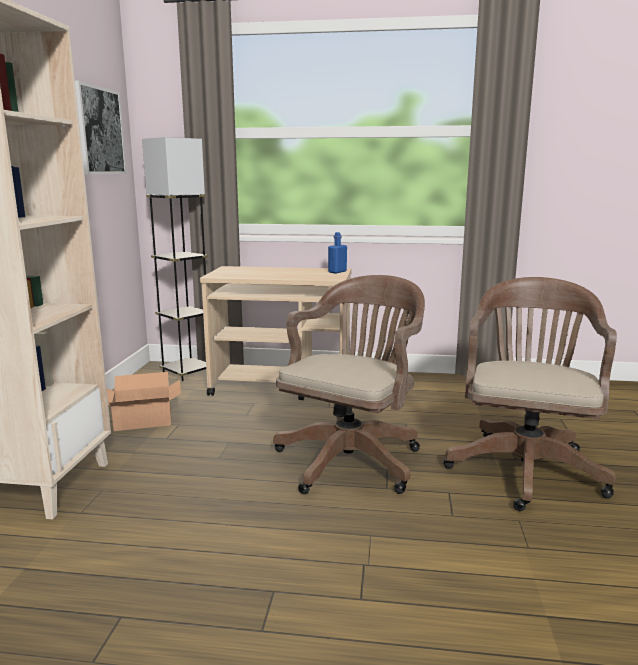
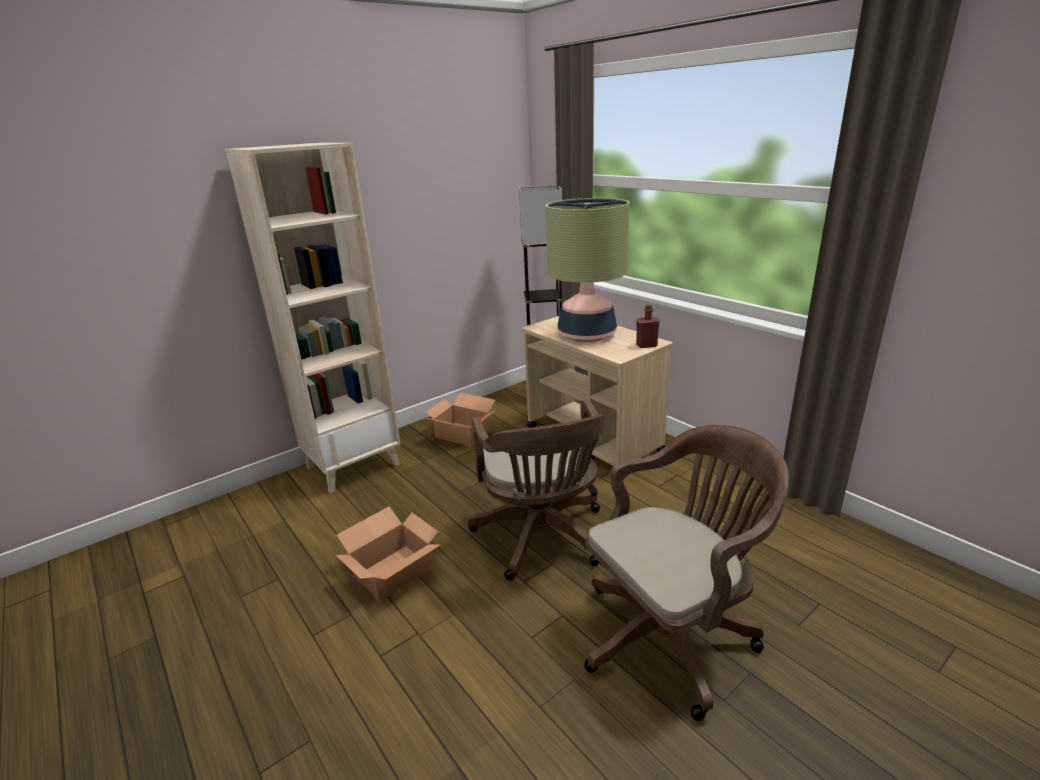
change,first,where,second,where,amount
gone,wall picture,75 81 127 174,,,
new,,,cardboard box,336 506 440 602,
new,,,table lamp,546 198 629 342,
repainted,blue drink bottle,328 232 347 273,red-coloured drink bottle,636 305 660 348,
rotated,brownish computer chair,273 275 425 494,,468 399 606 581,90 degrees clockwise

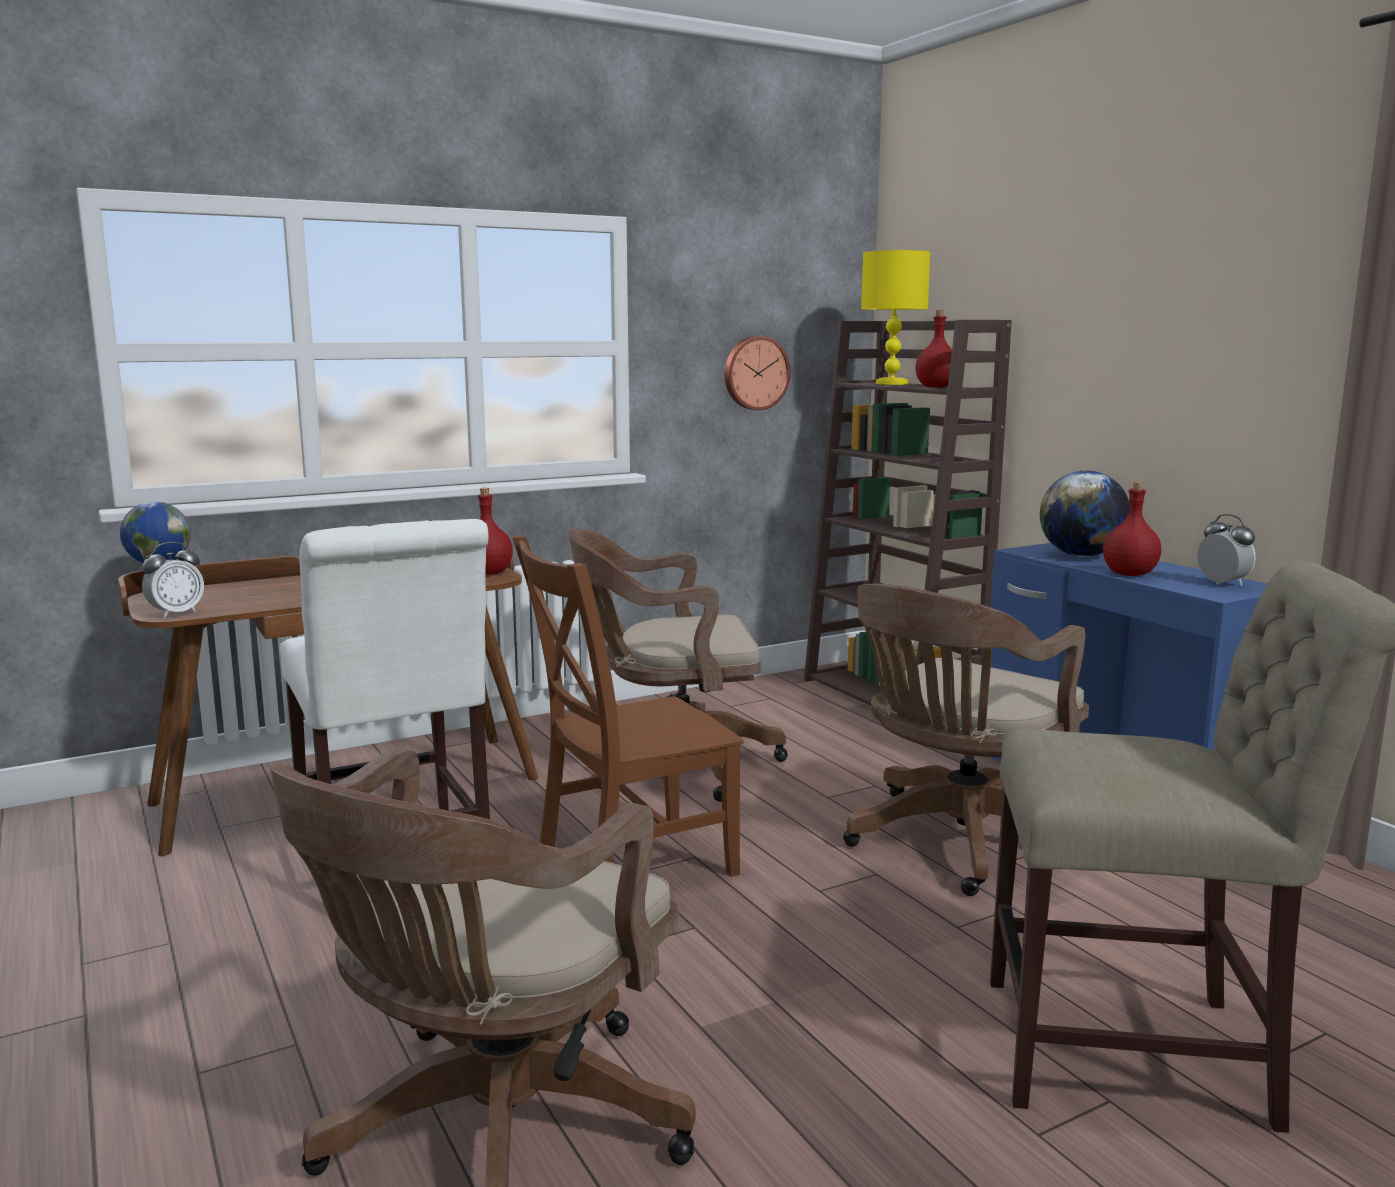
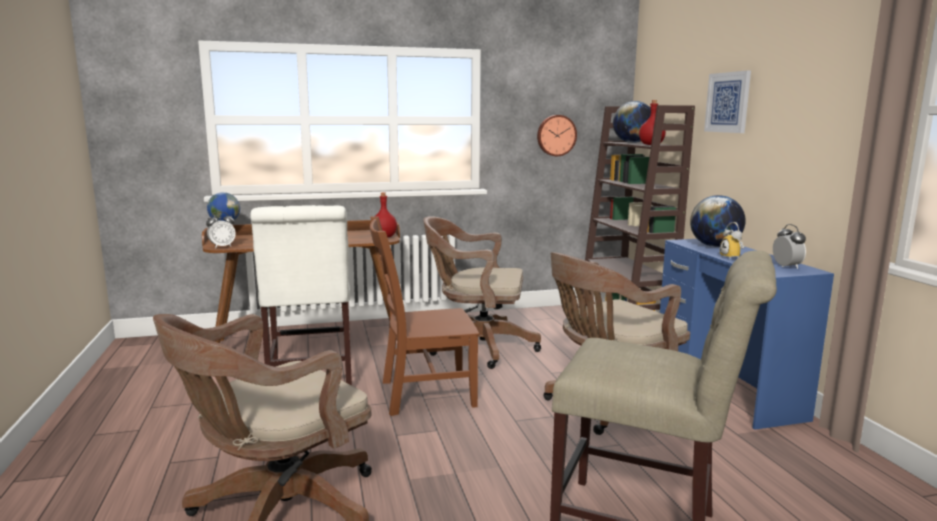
change,first,where,second,where,amount
new,,,wall picture,704 70 751 133,
swapped,yellow table lamp,861 250 930 385,world globe,613 101 651 143,
swapped,red-coloured drink bottle,1103 482 1161 576,table clock,720 222 744 260,

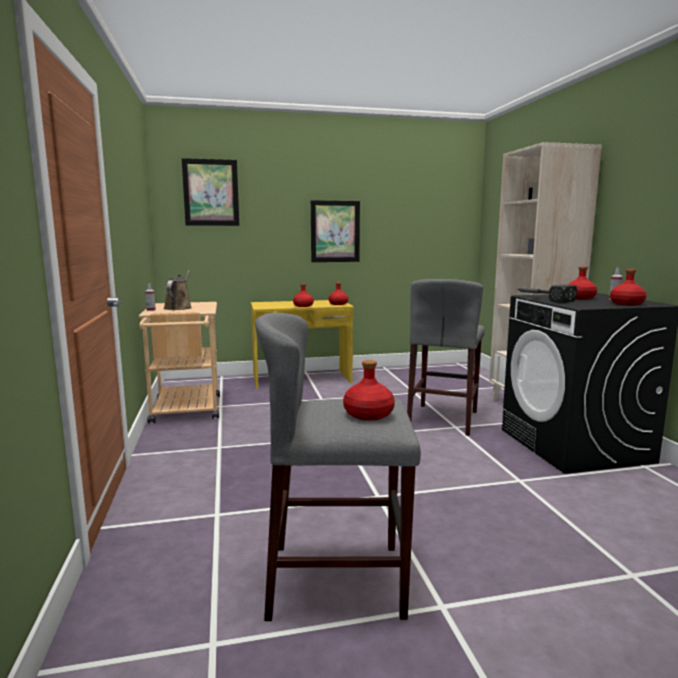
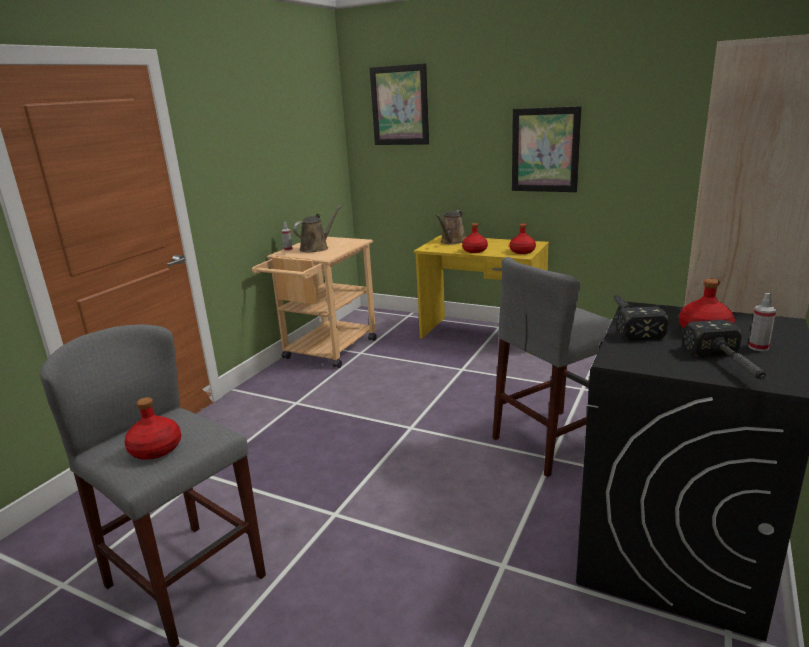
change,first,where,second,where,amount
new,,,brownish watering pot,436 210 466 244,
swapped,red-coloured drink bottle,610 269 647 305,hammer,682 320 769 380,

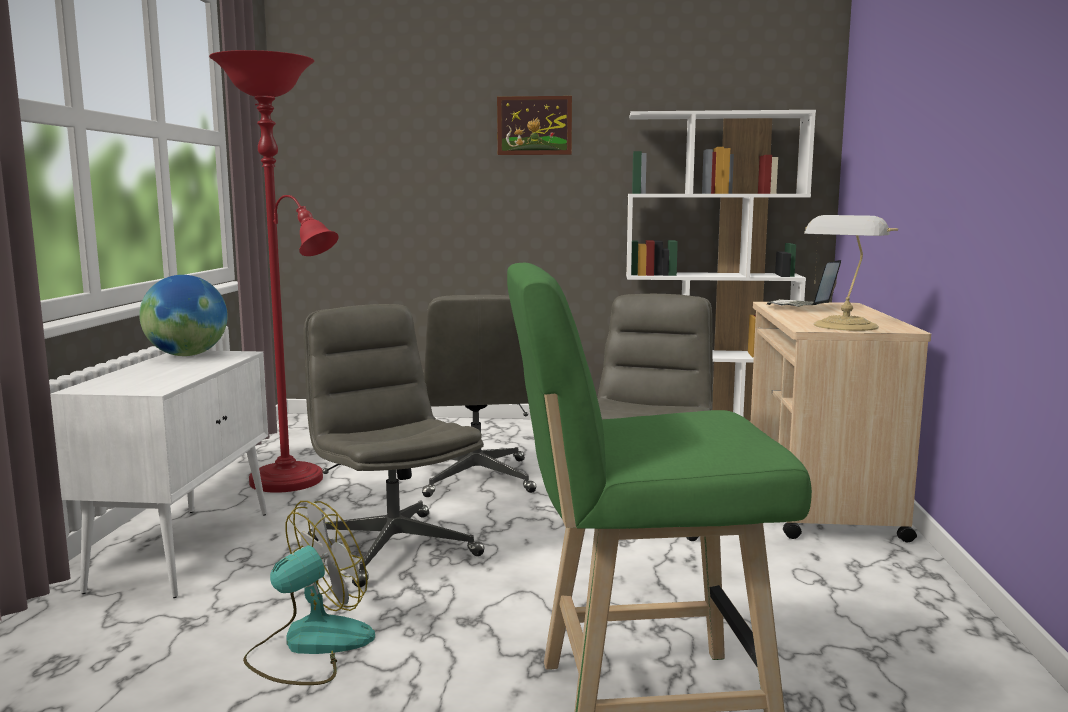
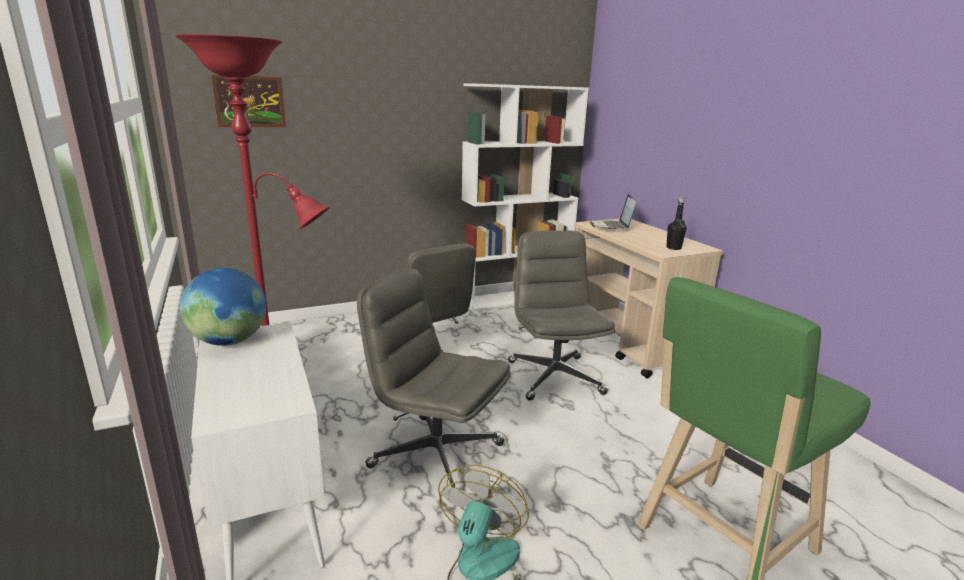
change,first,where,second,where,amount
shifted,wall picture,497 96 572 155,,211 74 286 127,
swapped,table lamp,804 215 898 331,black-coloured drink bottle,666 197 686 250,

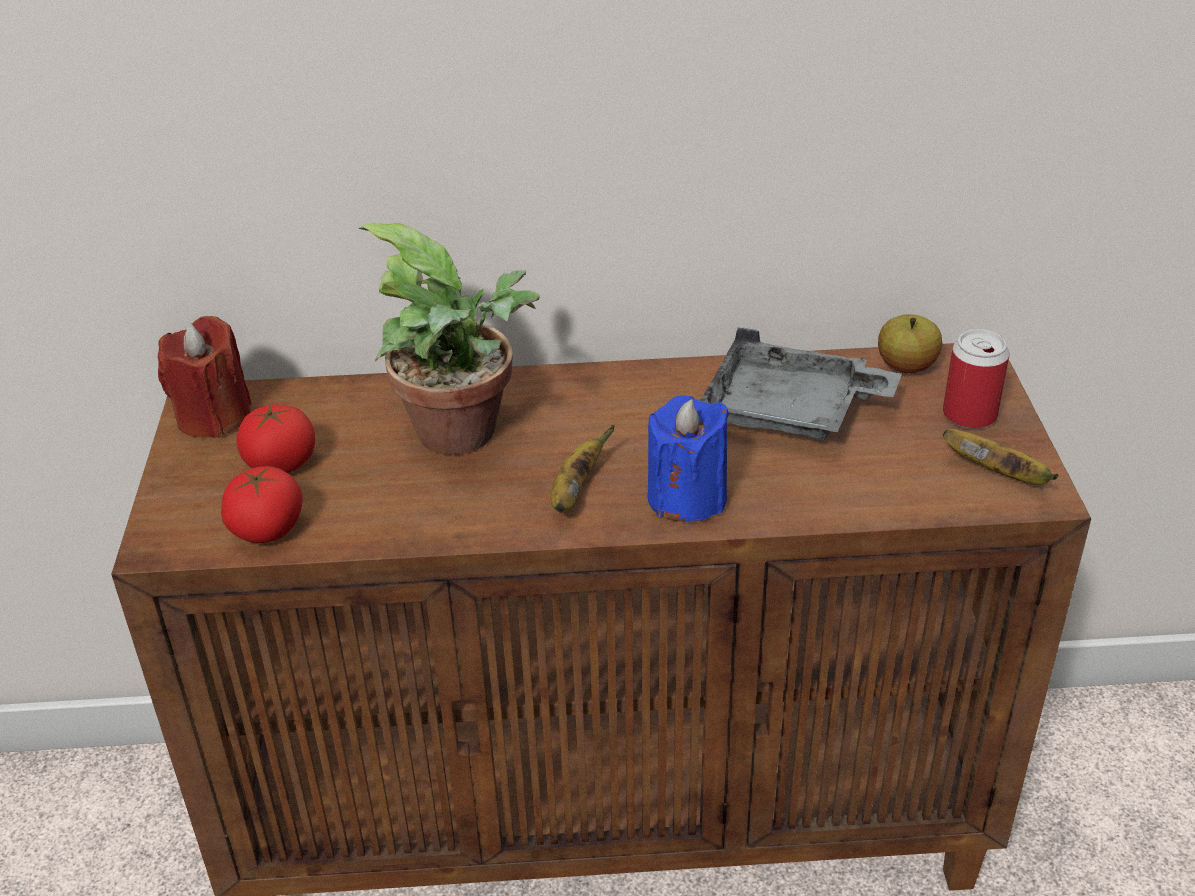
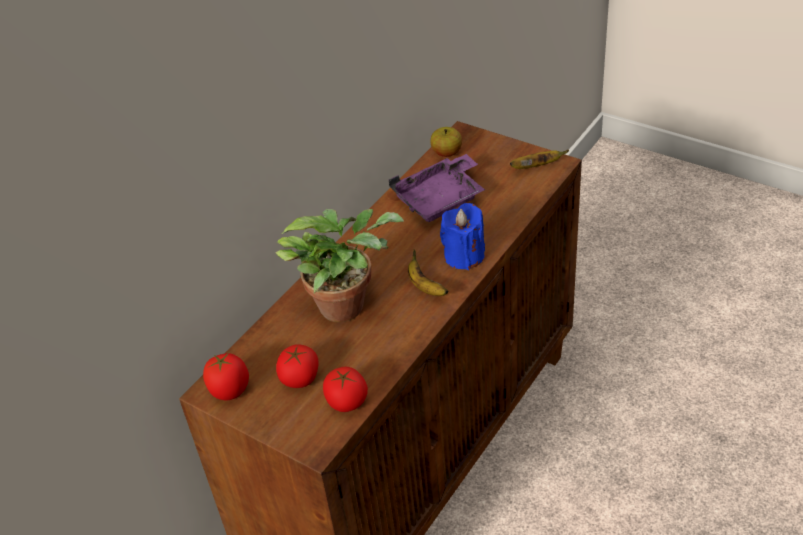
change,first,where,second,where,amount
gone,can,943 329 1009 429,,,
swapped,red-coloured candle,158 316 251 438,whole tomato,203 353 249 401,
repainted,greyish serving tray,700 327 902 441,purplish serving tray,389 154 485 222,

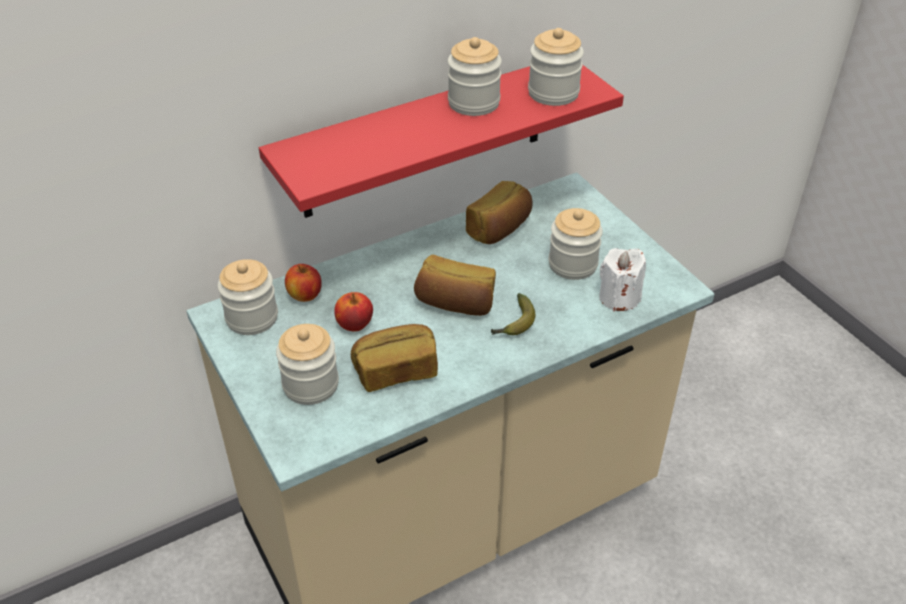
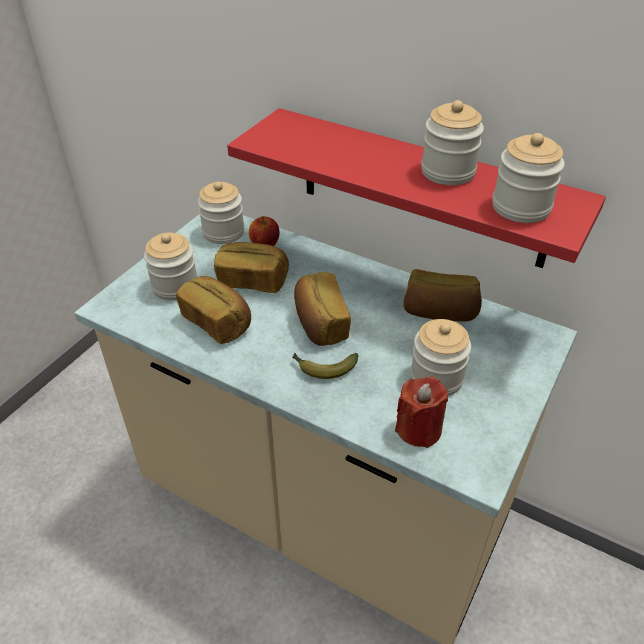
change,first,where,second,where,amount
swapped,apple,334 292 373 331,bakery bread,214 242 289 293,
repainted,white-coloured candle,599 248 646 311,red-coloured candle,395 376 448 448,

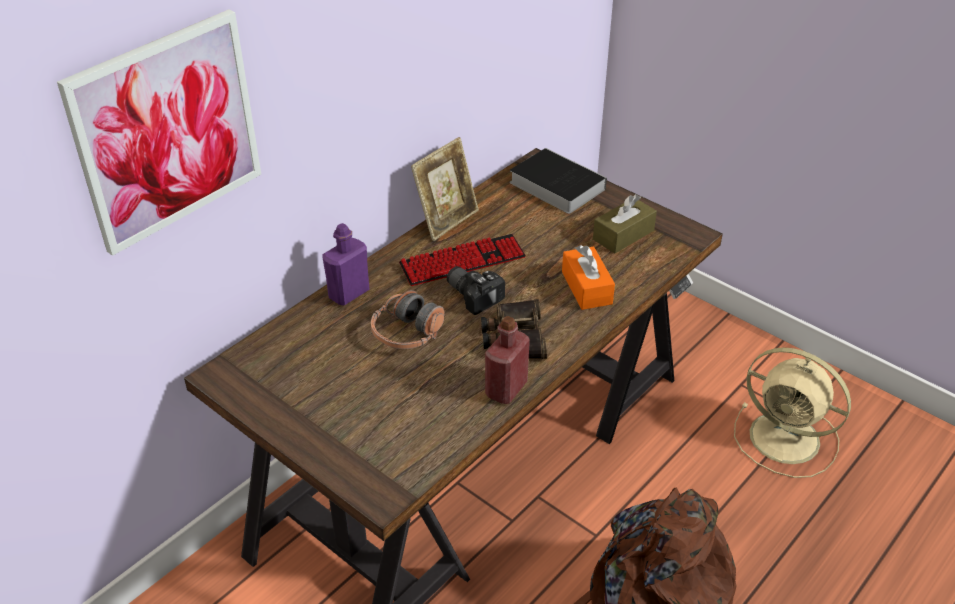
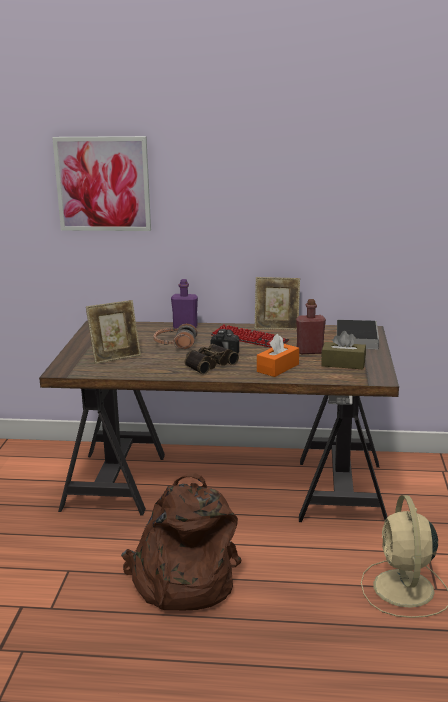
change,first,where,second,where,amount
new,,,picture frame,86 300 141 364,
shifted,red-coloured drink bottle,485 316 530 404,,296 299 326 354,

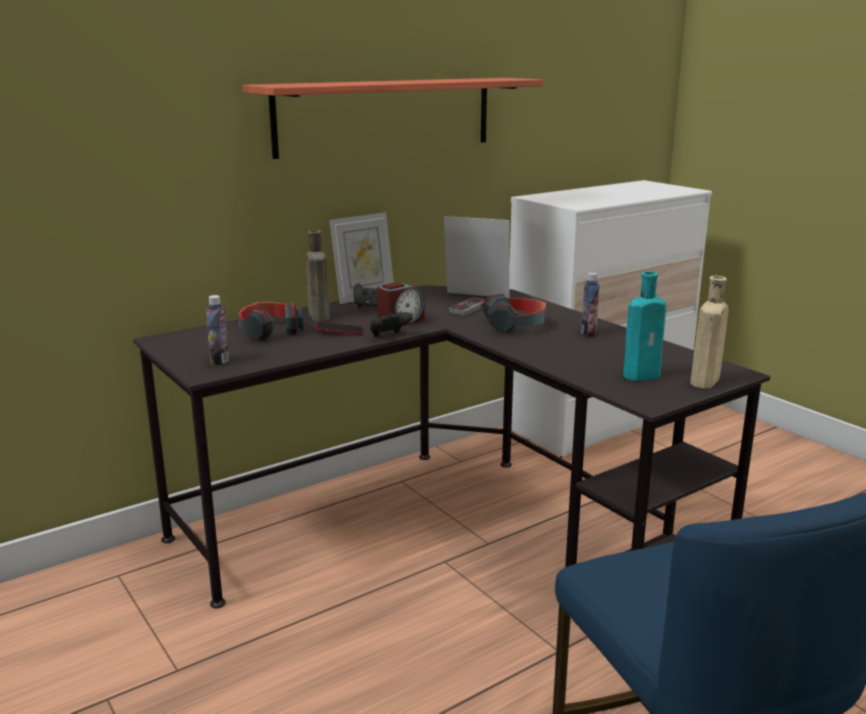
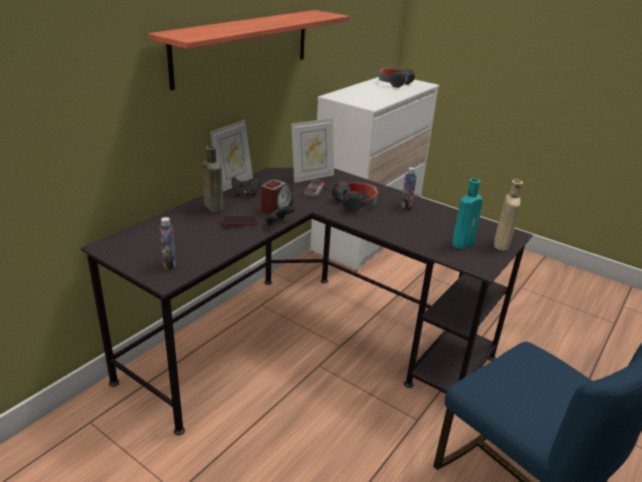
change,first,where,second,where,amount
shifted,pair of headphones,238 302 303 341,,379 68 415 88,
rotated,picture frame,444 216 510 298,,291 118 334 183,150 degrees clockwise

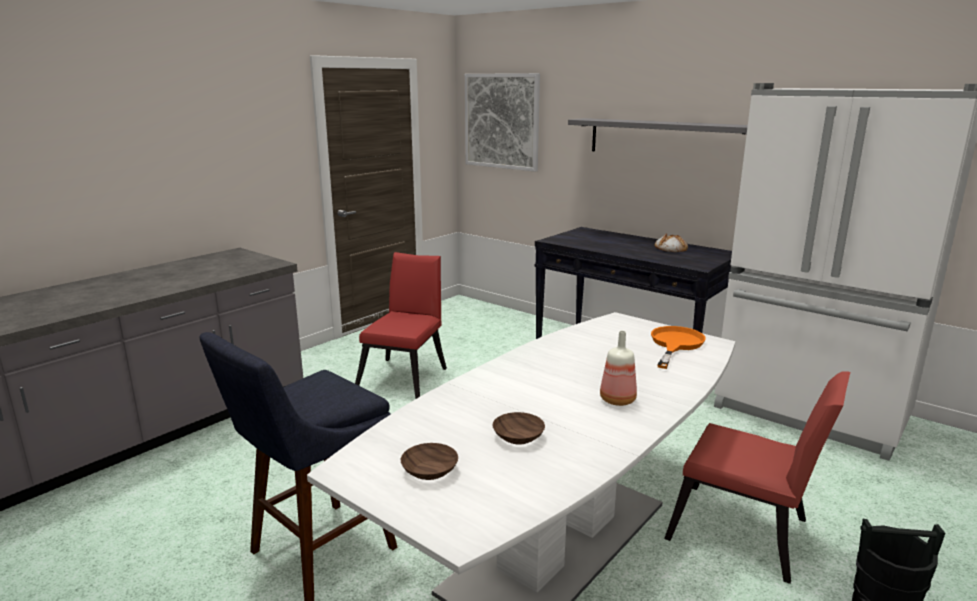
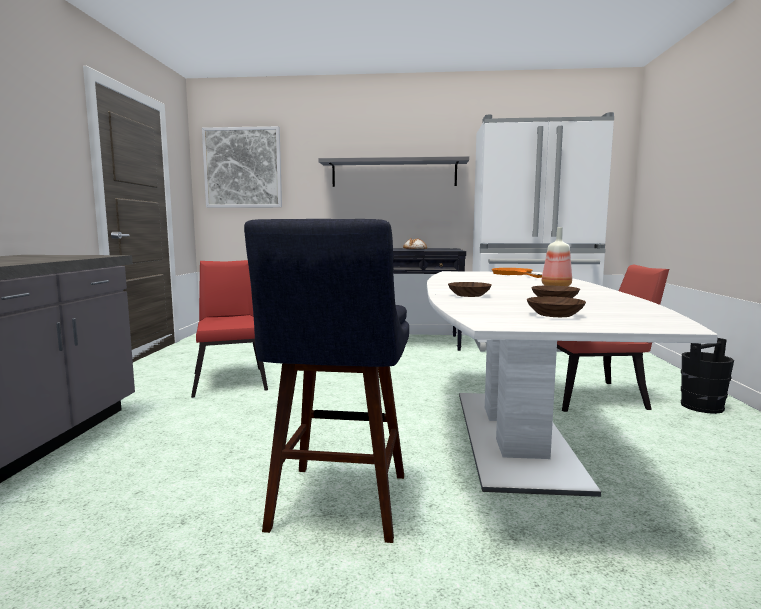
change,first,where,second,where,amount
new,,,brownish serving bowl,448 282 492 297,

